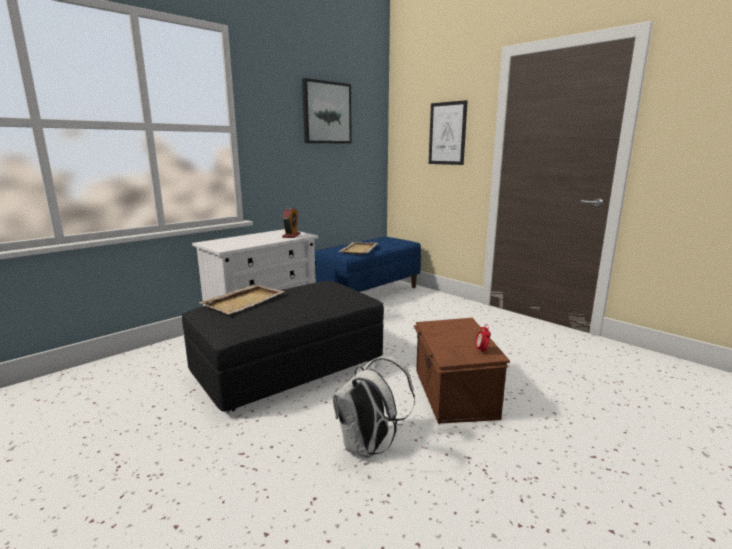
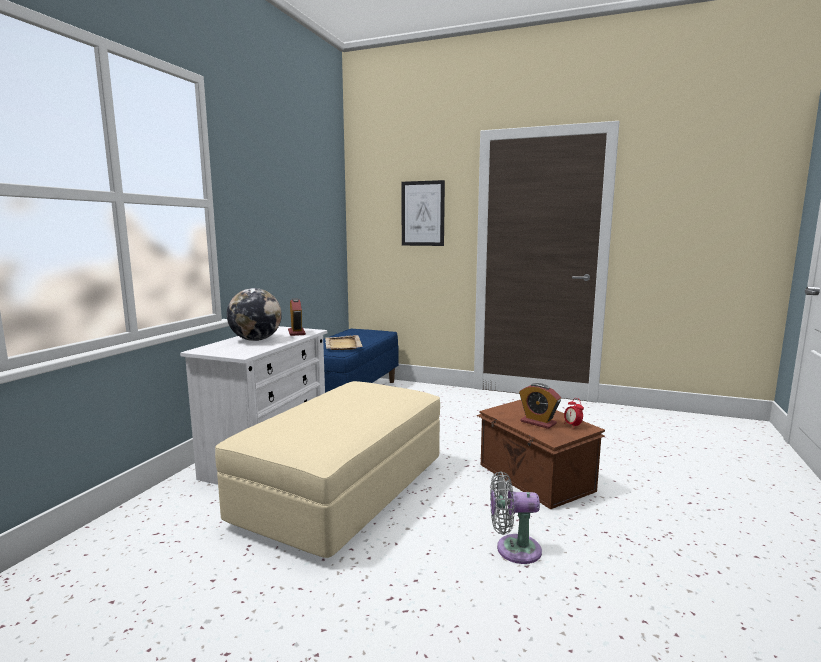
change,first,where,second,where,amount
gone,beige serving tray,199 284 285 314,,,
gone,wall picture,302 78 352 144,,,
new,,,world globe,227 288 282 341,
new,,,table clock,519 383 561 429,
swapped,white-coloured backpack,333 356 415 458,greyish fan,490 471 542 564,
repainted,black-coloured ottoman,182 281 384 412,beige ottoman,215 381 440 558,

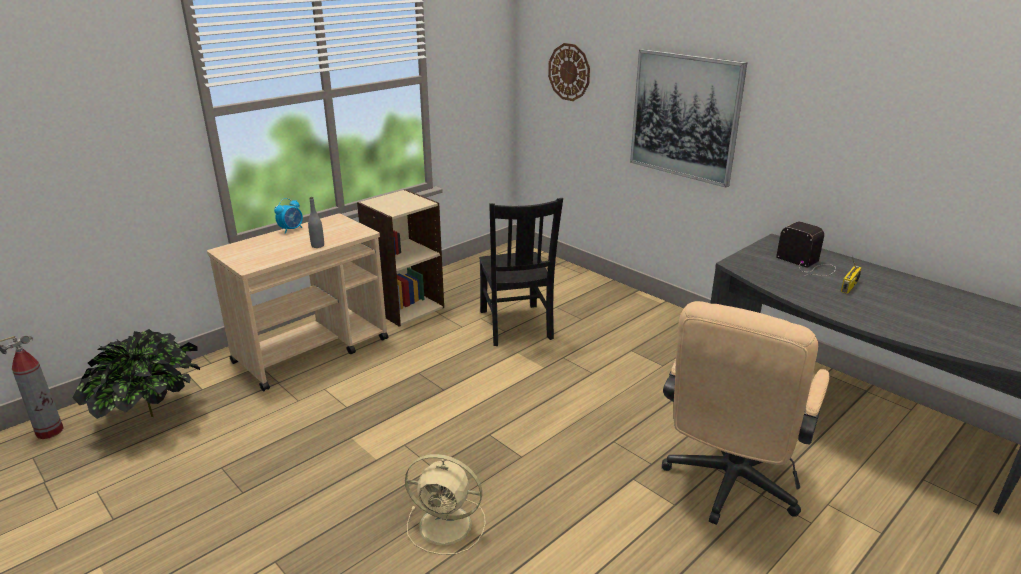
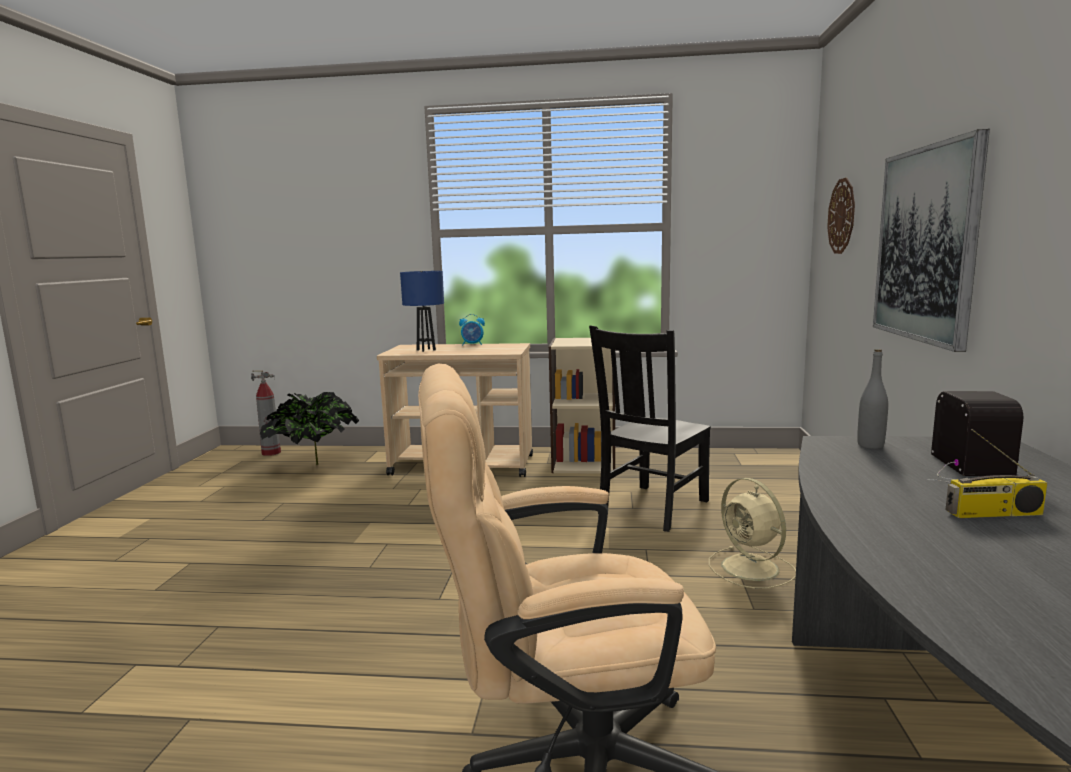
change,first,where,second,where,amount
new,,,blue table lamp,400 271 444 352,
shifted,greyish drink bottle,308 197 324 248,,857 349 888 449,
shifted,beige fan,405 454 486 555,,709 478 796 589,

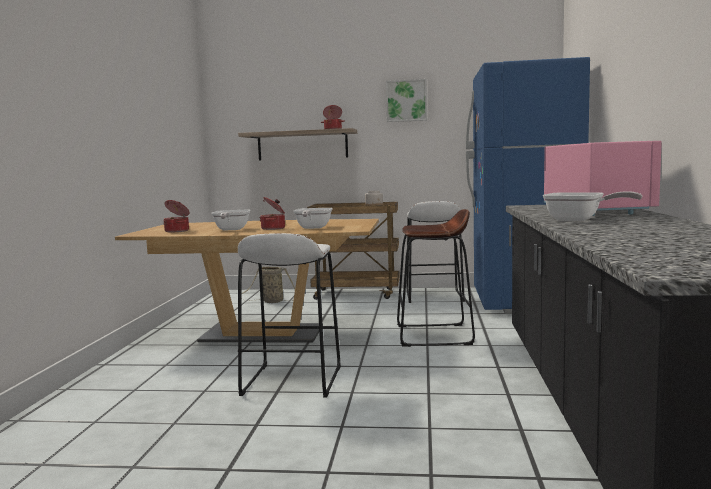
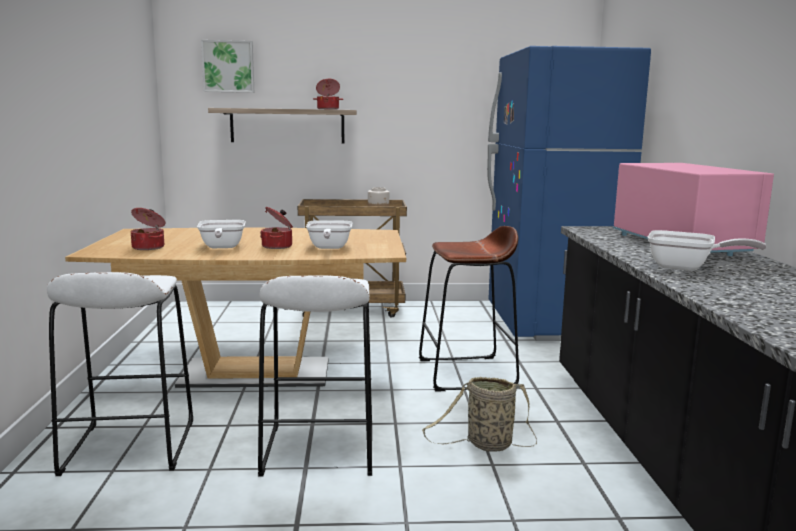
change,first,where,second,where,amount
shifted,basket,241 267 295 303,,422 377 537 452,
shifted,wall picture,386 79 427 122,,201 40 254 93,
shifted,white-coloured stool,407 201 465 303,,47 272 193 476,

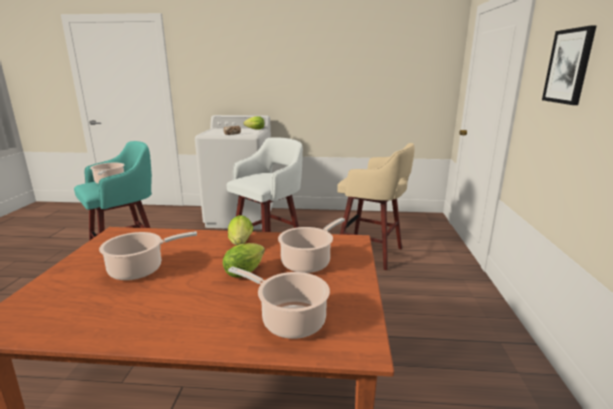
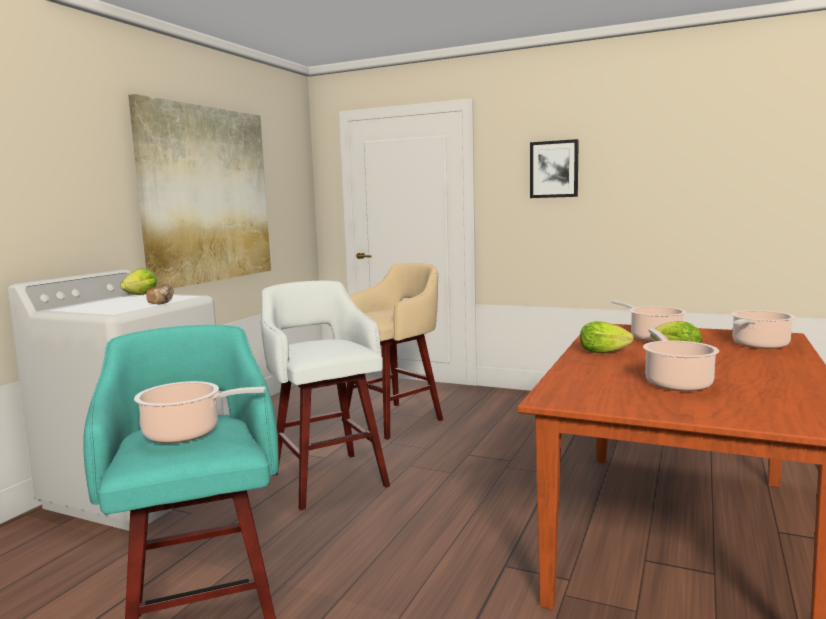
change,first,where,second,where,amount
new,,,wall picture,128 94 271 288,

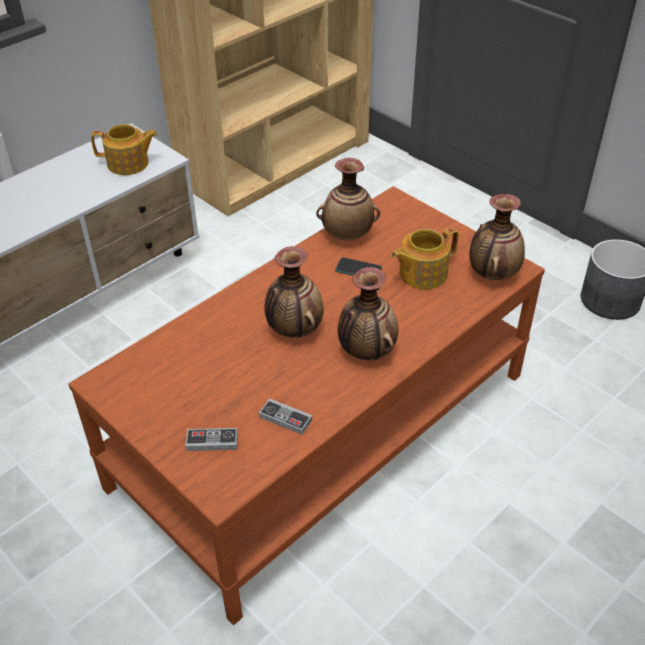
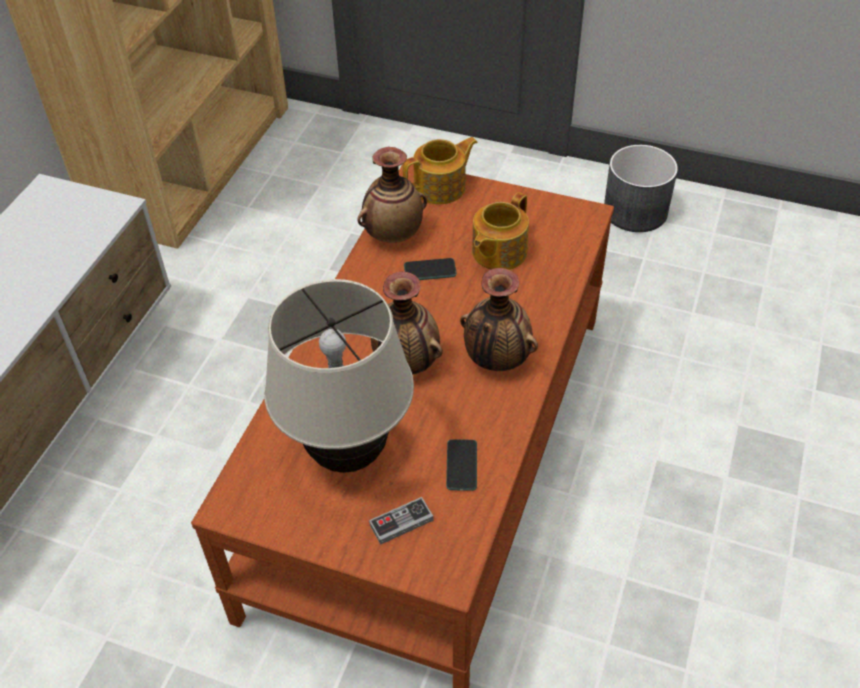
change,first,where,second,where,amount
gone,flower vase,469 194 525 280,,,
new,,,beige table lamp,264 279 414 473,
shifted,pot for tea,91 124 158 175,,403 137 478 204,
swapped,game controller,259 398 312 435,handset,446 439 477 491,

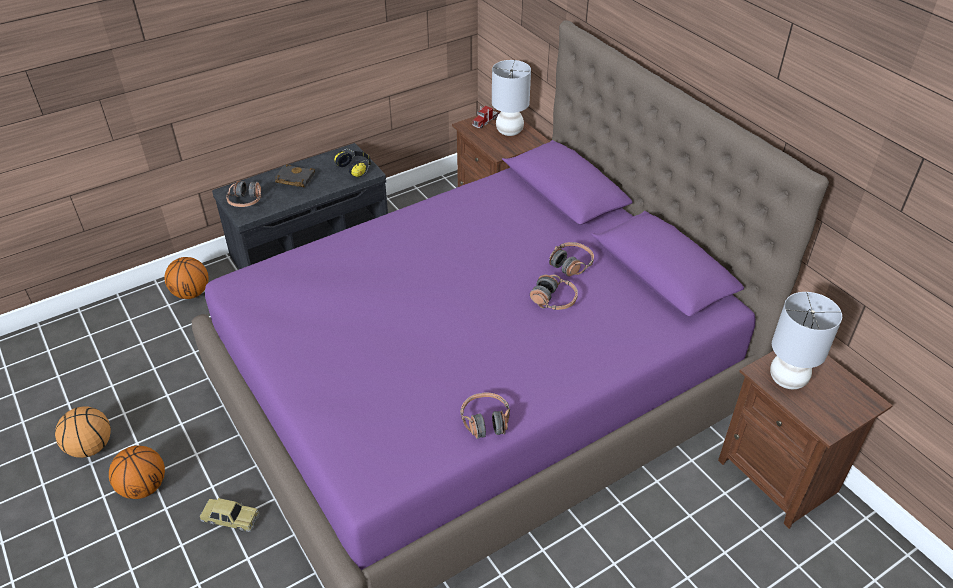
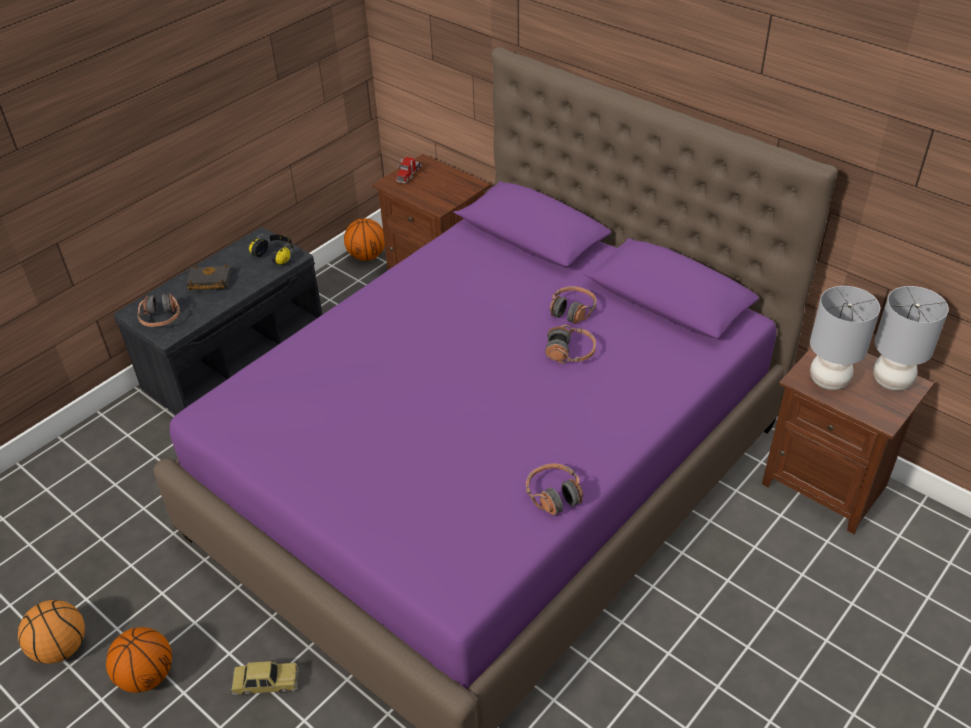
change,first,where,second,where,amount
shifted,basketball ball,164 257 208 299,,344 218 385 261,
shifted,greyish table lamp,492 60 531 136,,873 286 949 391,

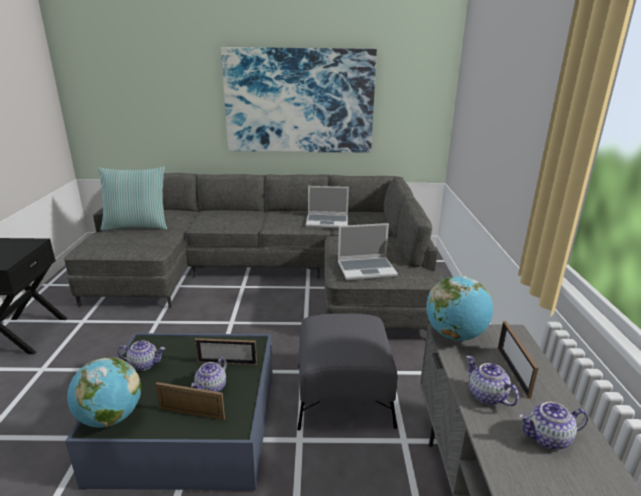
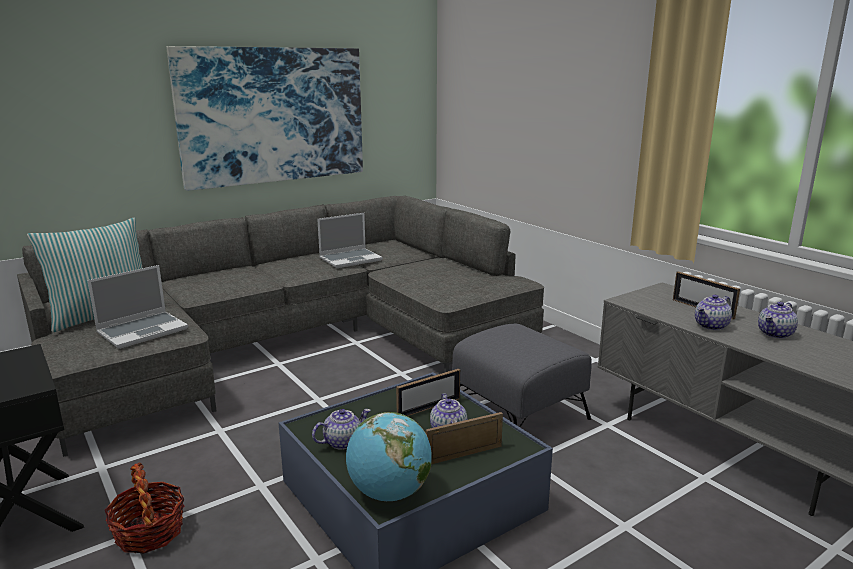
change,first,where,second,where,amount
gone,world globe,426 276 493 341,,,
new,,,basket,105 463 185 554,
shifted,notebook computer,338 223 398 280,,87 265 188 349,
rotated,pot for tea,466 356 519 406,,695 294 732 330,60 degrees counterclockwise

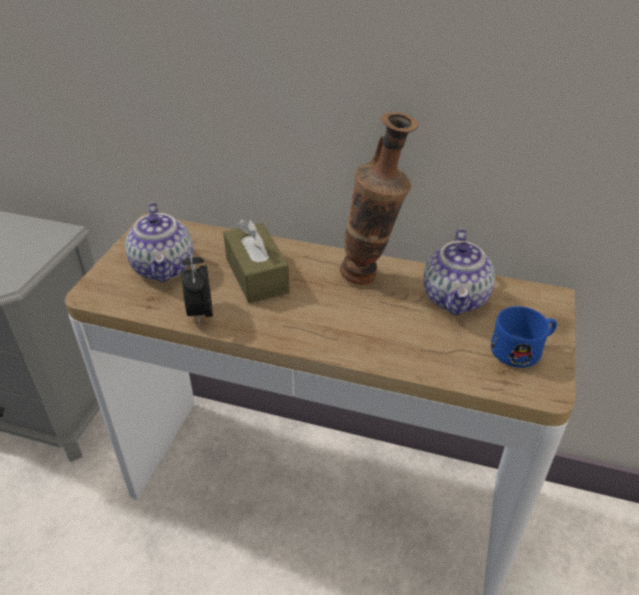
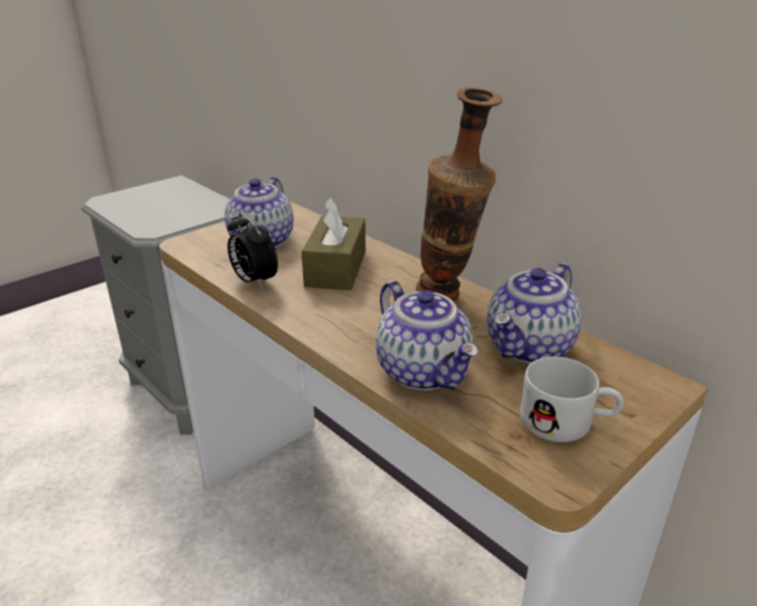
change,first,where,second,where,amount
new,,,pot for tea,376 281 479 391,
repainted,blue mug,491 306 557 368,white-coloured mug,520 357 624 442,
rotated,table clock,182 252 213 325,,227 211 278 289,60 degrees counterclockwise

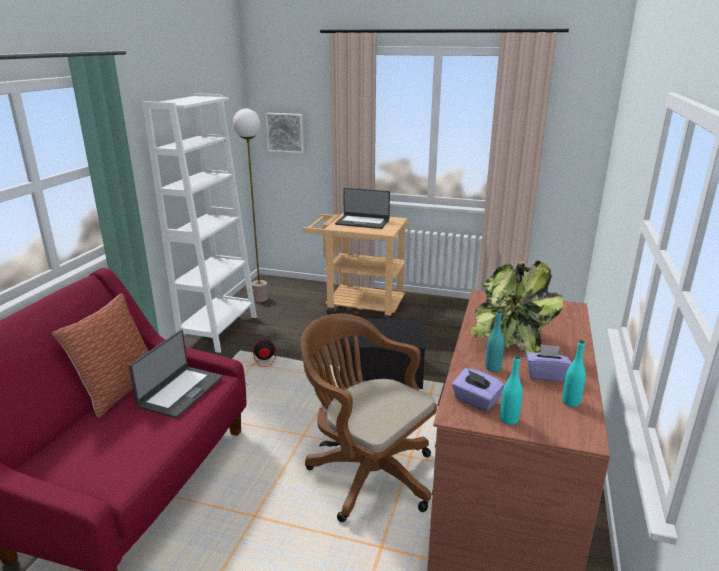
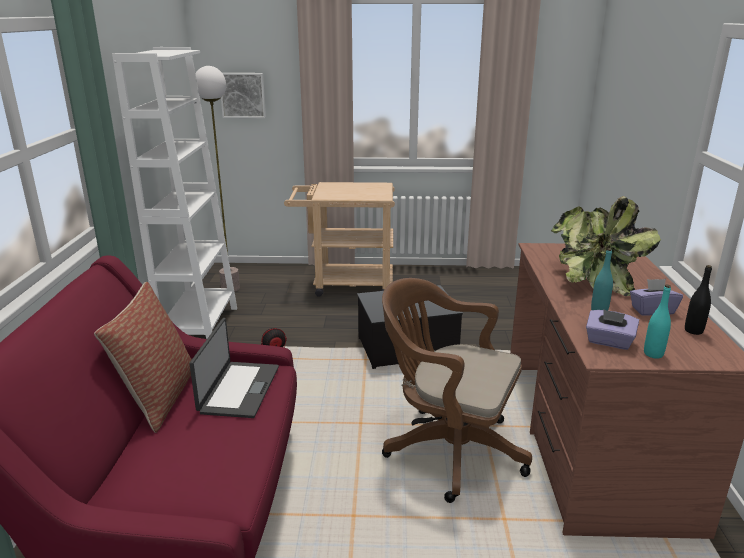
change,first,where,second,where,amount
gone,notebook computer,335 188 390 229,,,
repainted,turquoise-coloured drink bottle,562 340 586 407,black-coloured drink bottle,685 265 712 335,

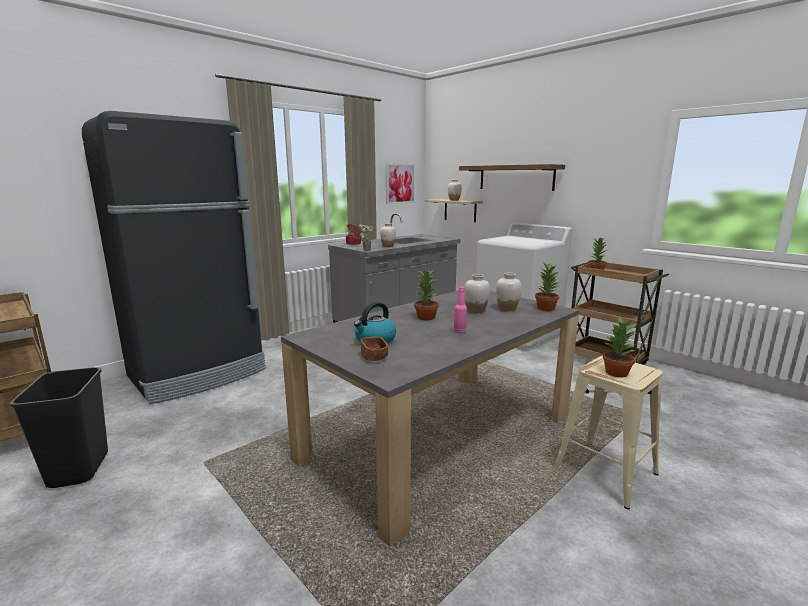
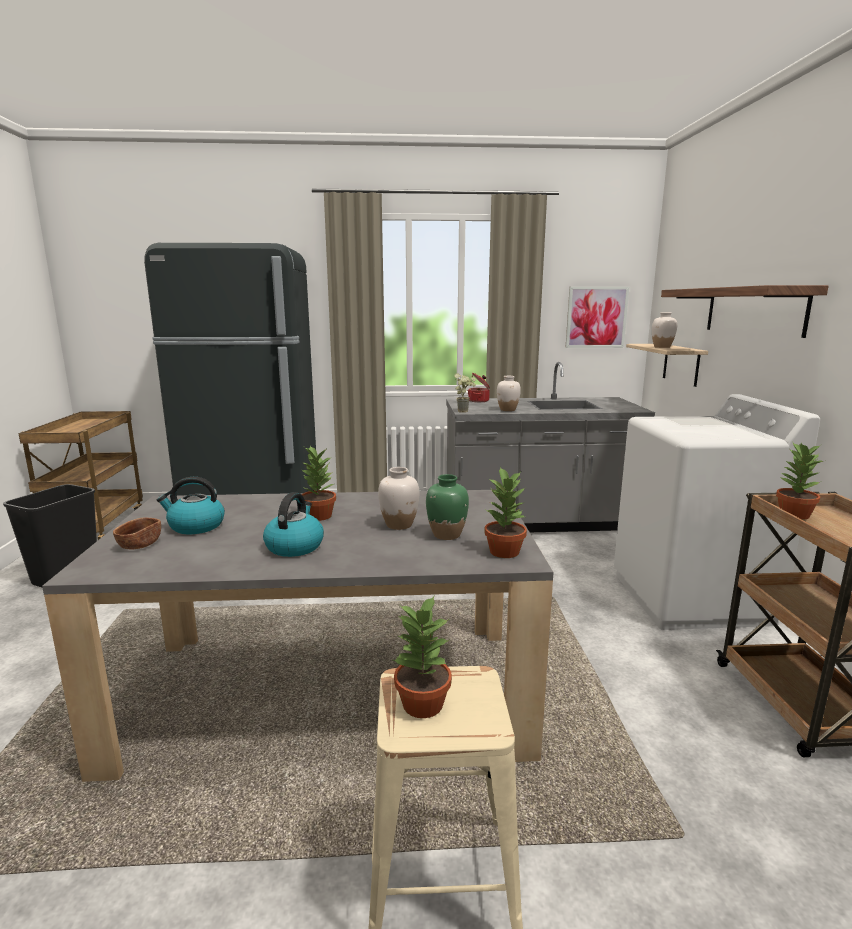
change,first,where,second,where,amount
swapped,pink-coloured drink bottle,454 286 467 334,tea kettle,263 492 324 557,
repainted,white-coloured flower vase,496 273 522 311,greenish flower vase,426 474 469 540,

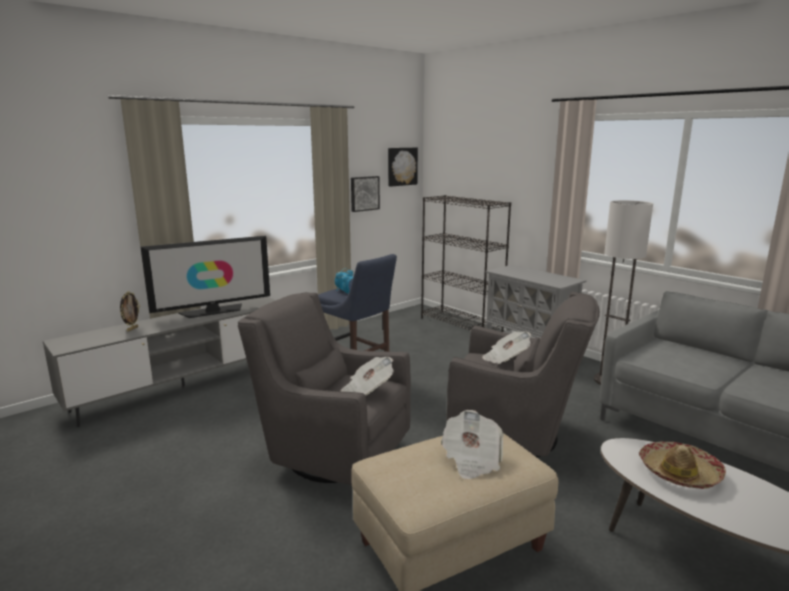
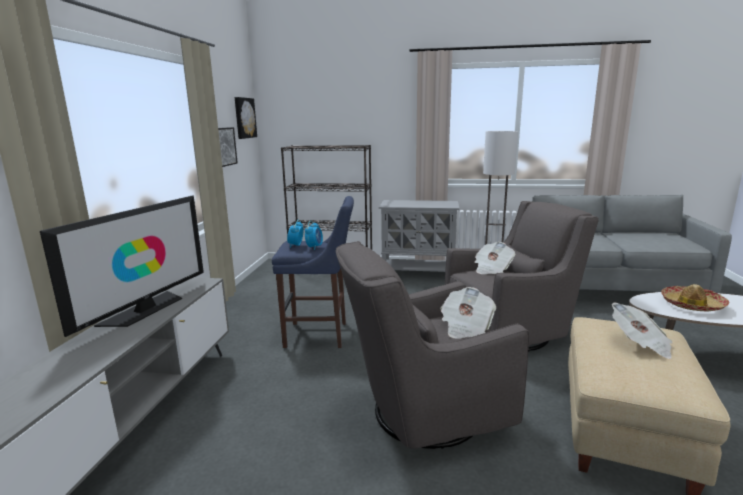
change,first,where,second,where,amount
gone,picture frame,120 291 140 332,,,

